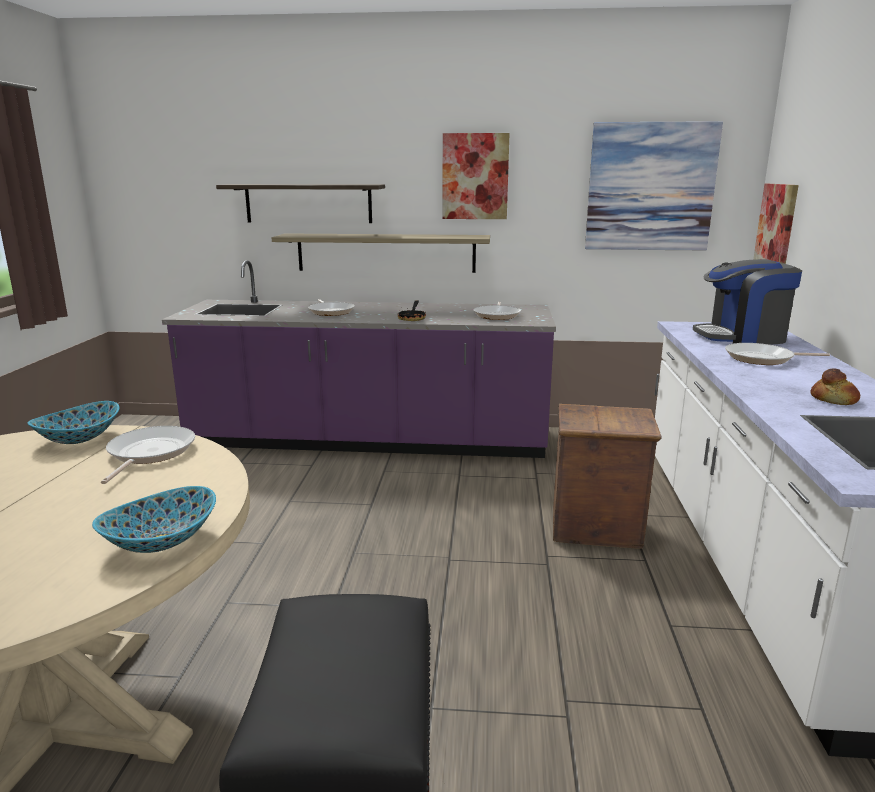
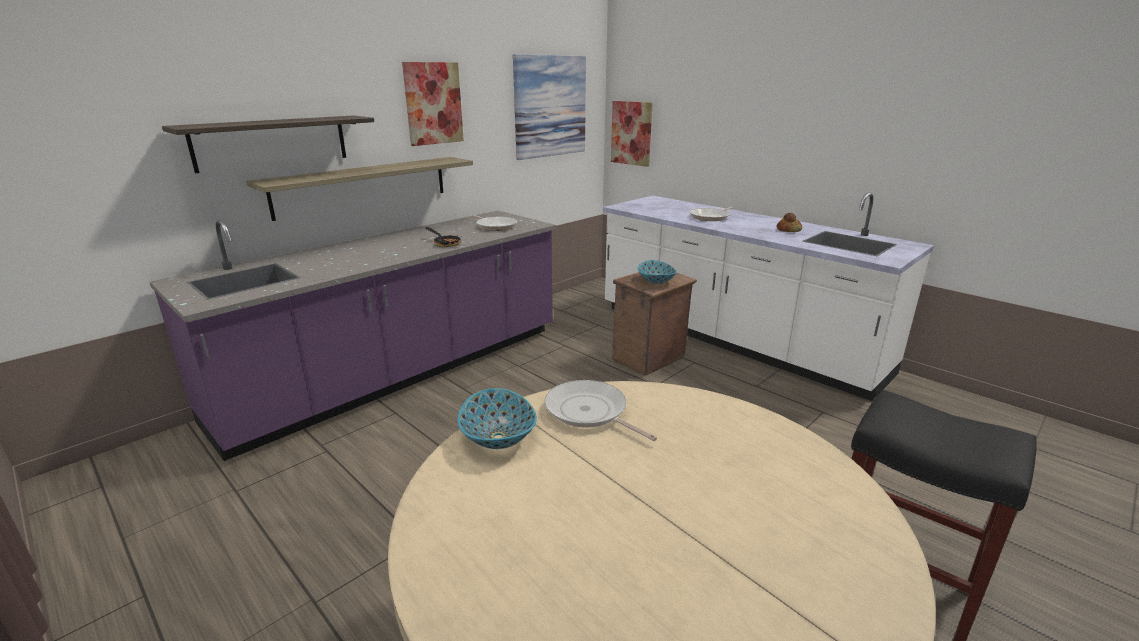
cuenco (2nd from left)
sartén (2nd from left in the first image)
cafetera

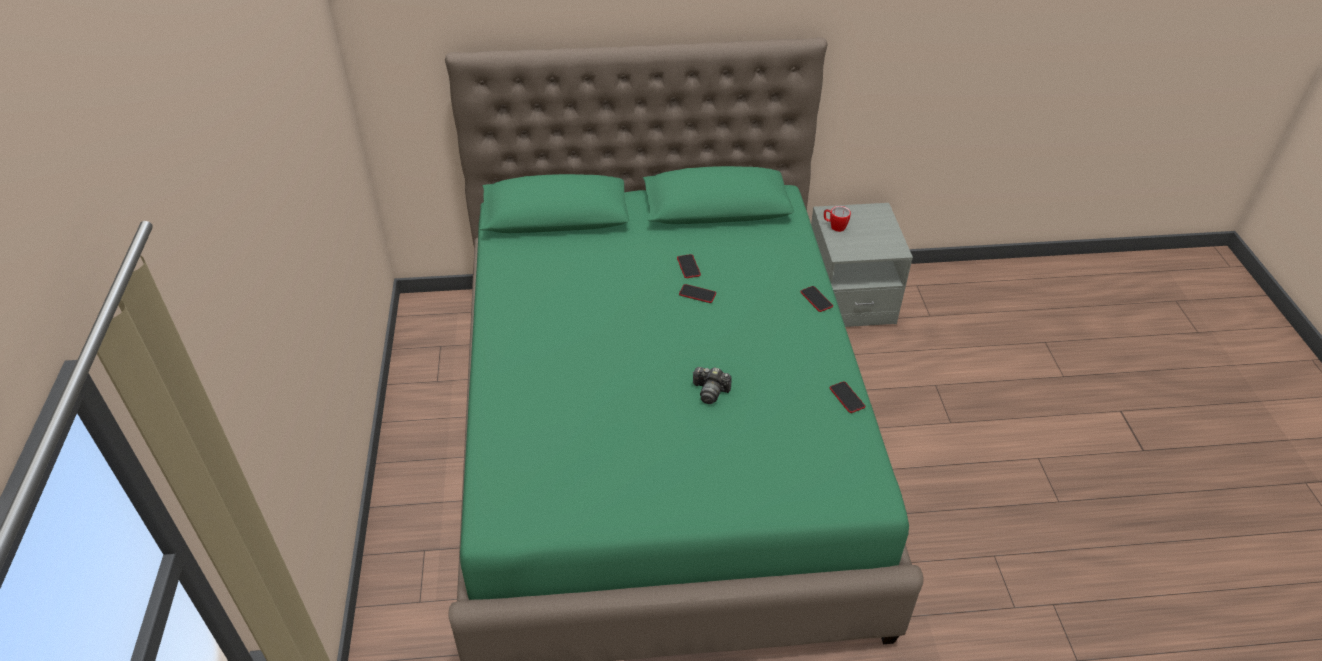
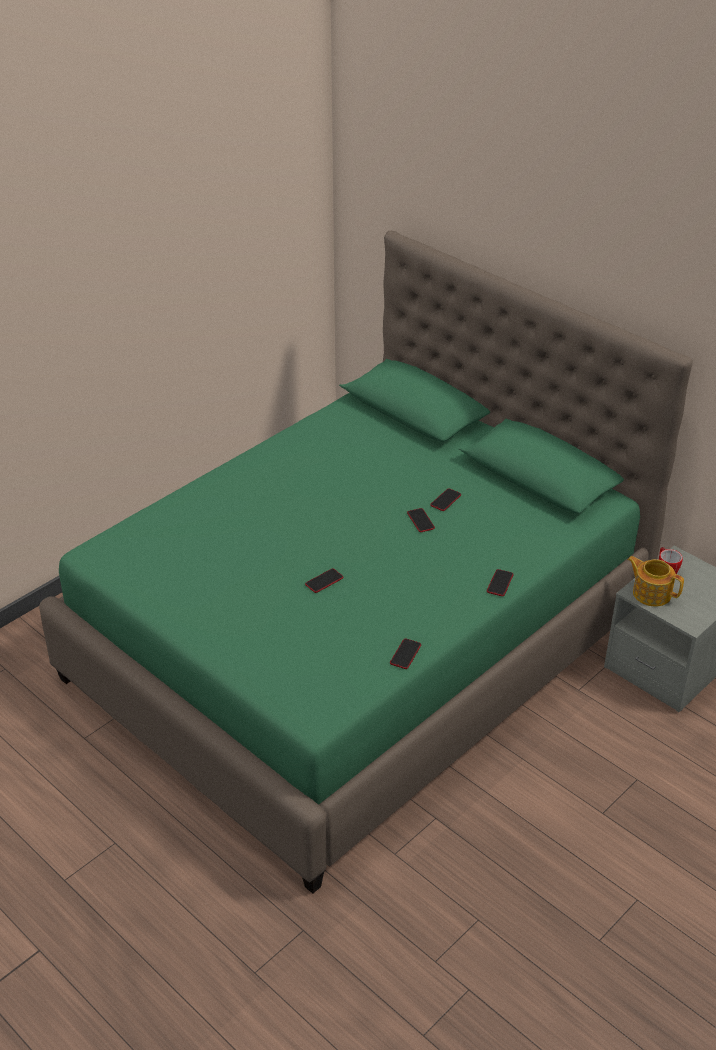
móvil (1st from left)
tetera

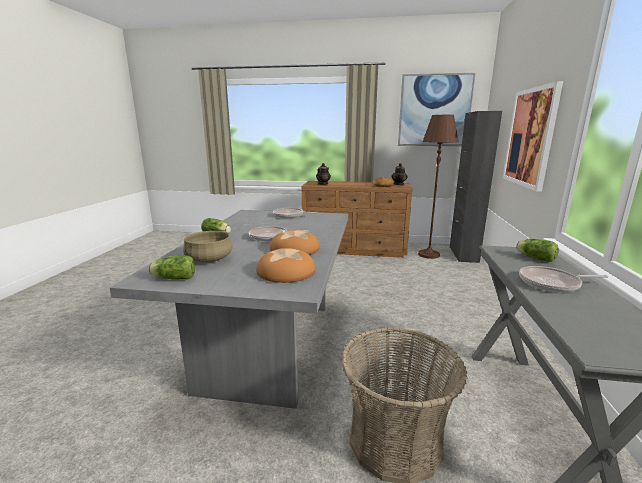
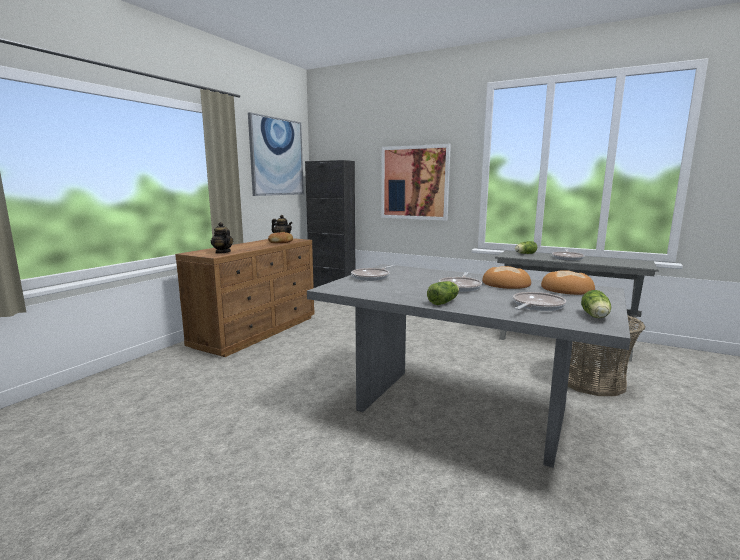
sartén (3rd from left)
lámpara de pie/marrón

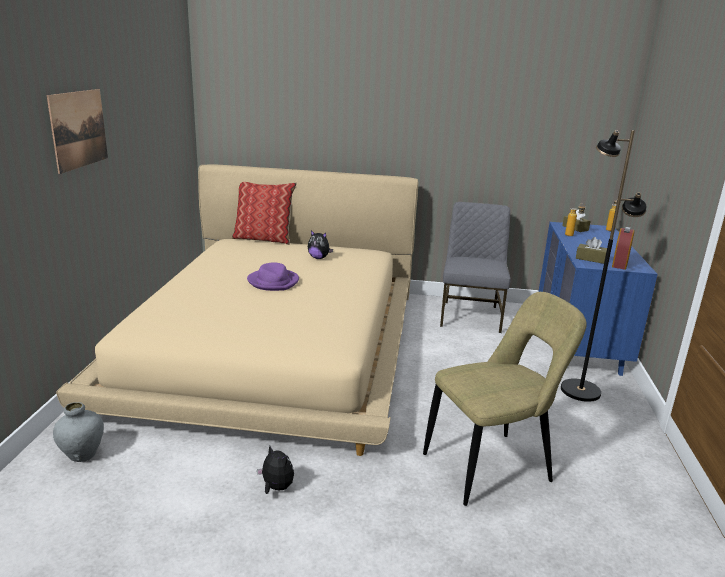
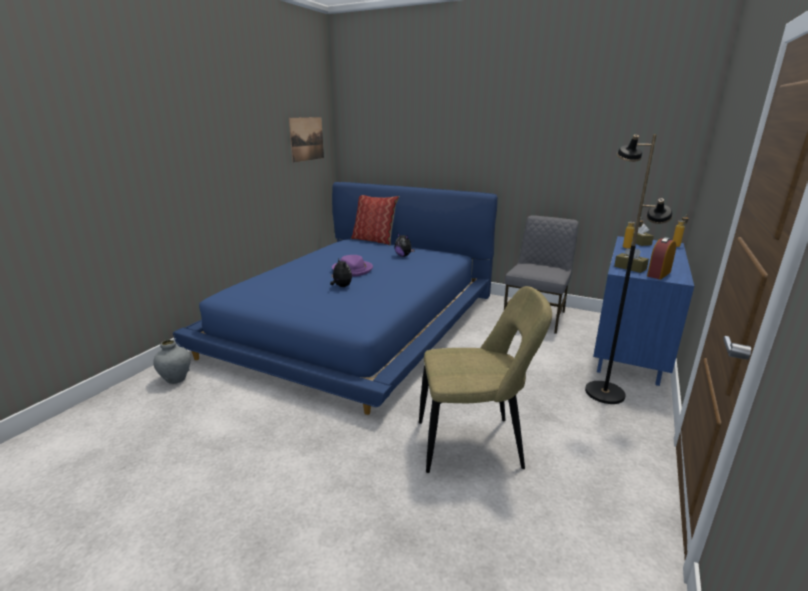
cuadro
cama/azul
peluche (1st from left)

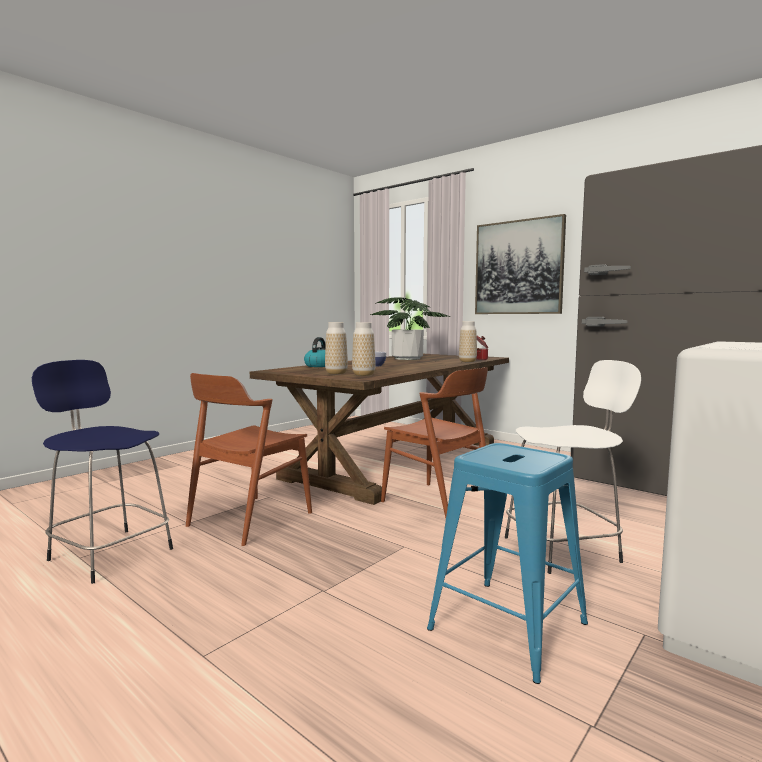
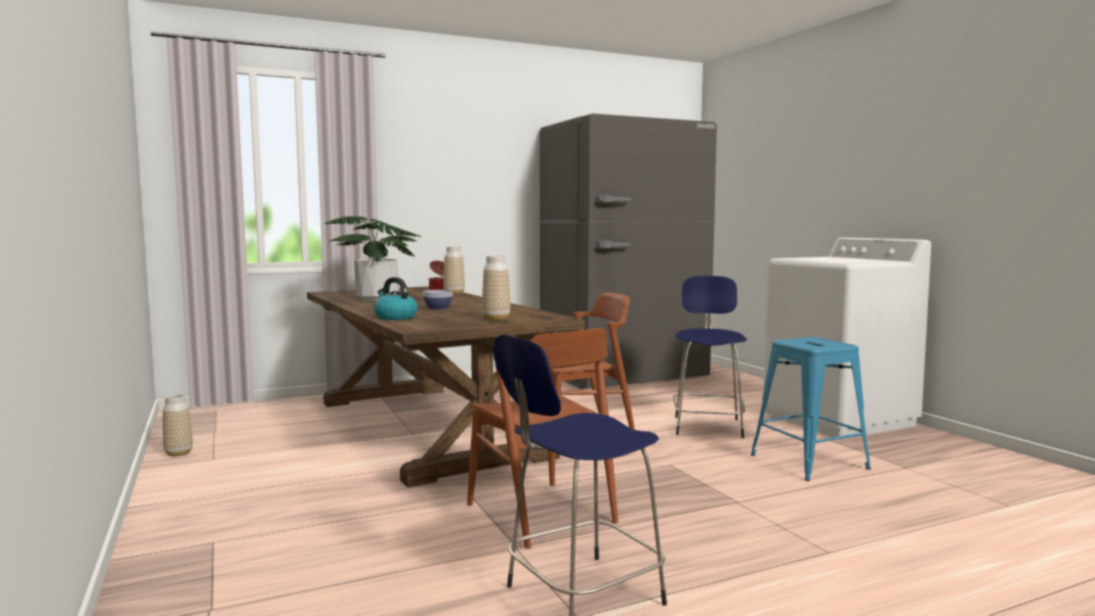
florero (1st from left)
cuadro
taburete/azul (2nd from left)

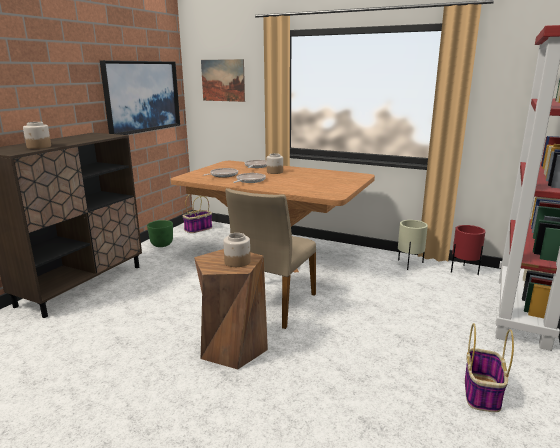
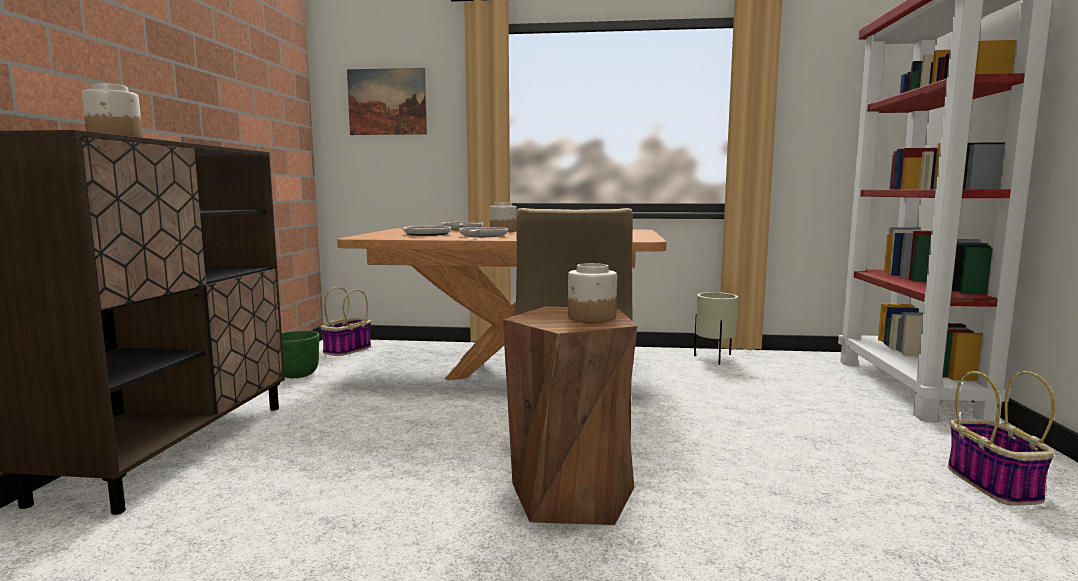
cuadro (1st from left in the first image)
maceta/rojo

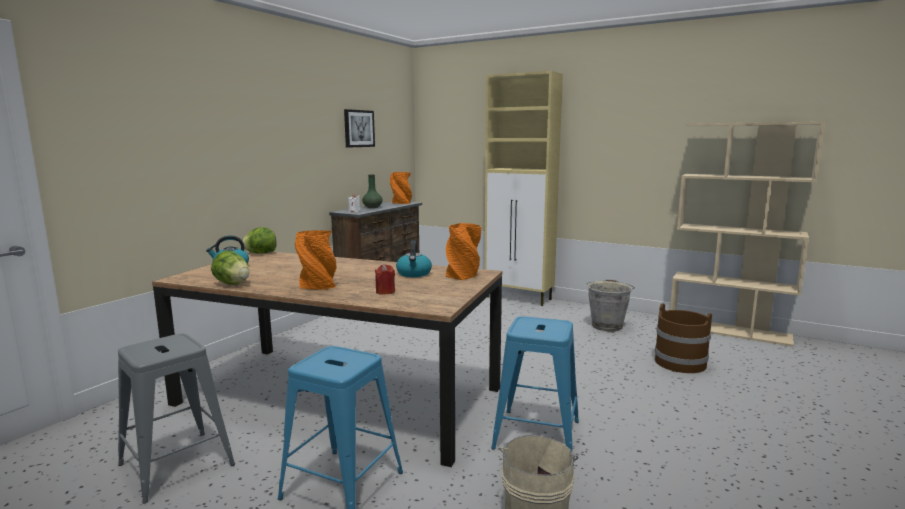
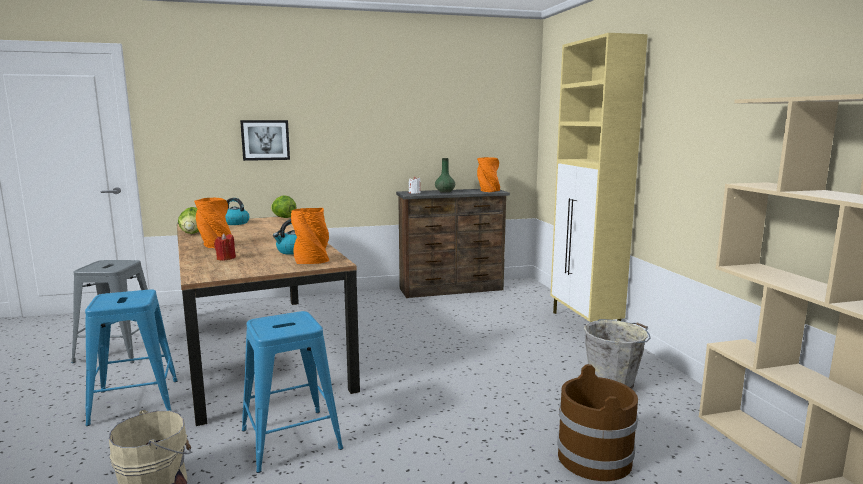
cuadro

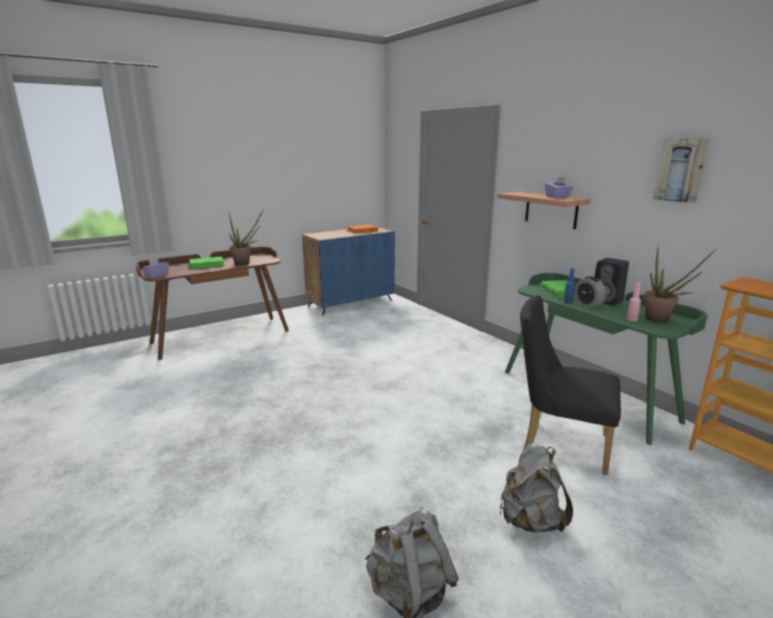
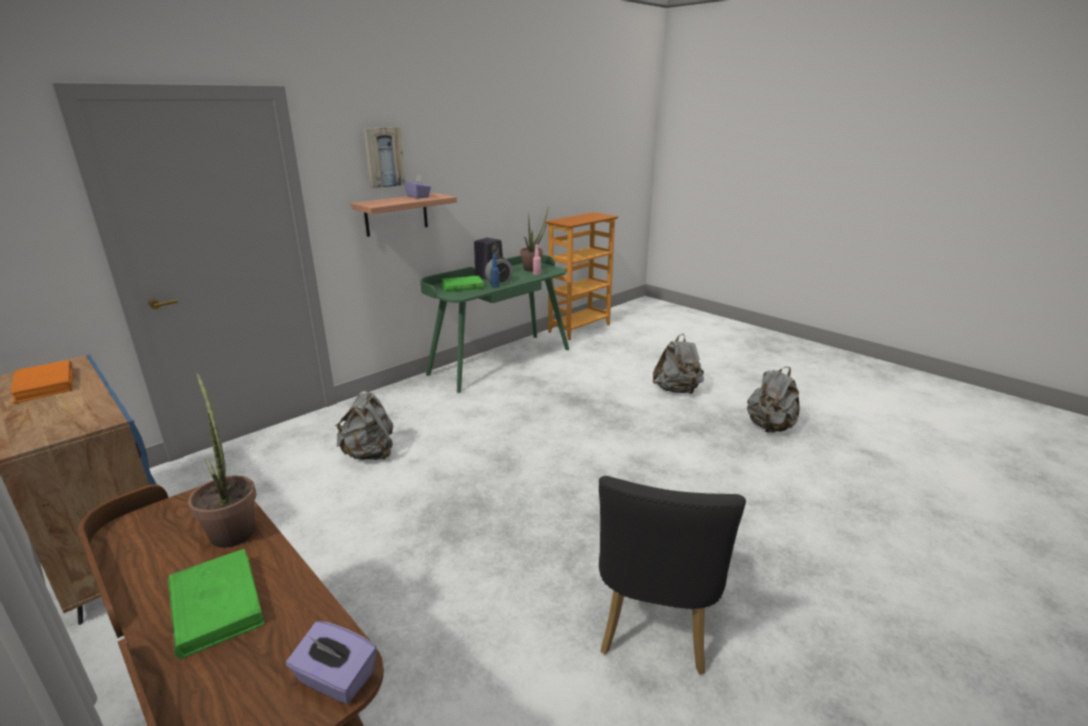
silla/negro
cuadro
mochila/gris (1st from left)

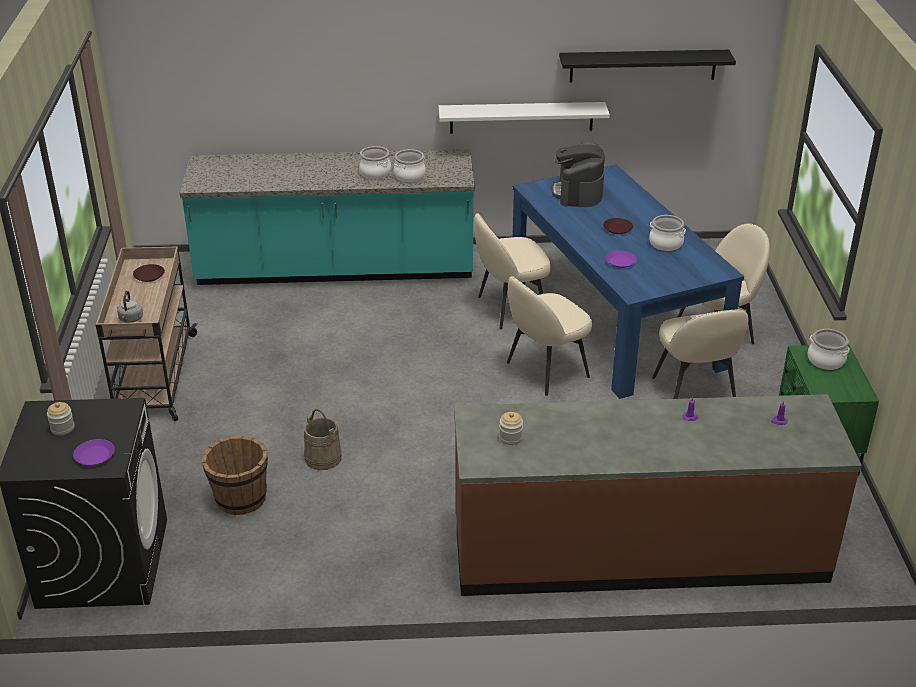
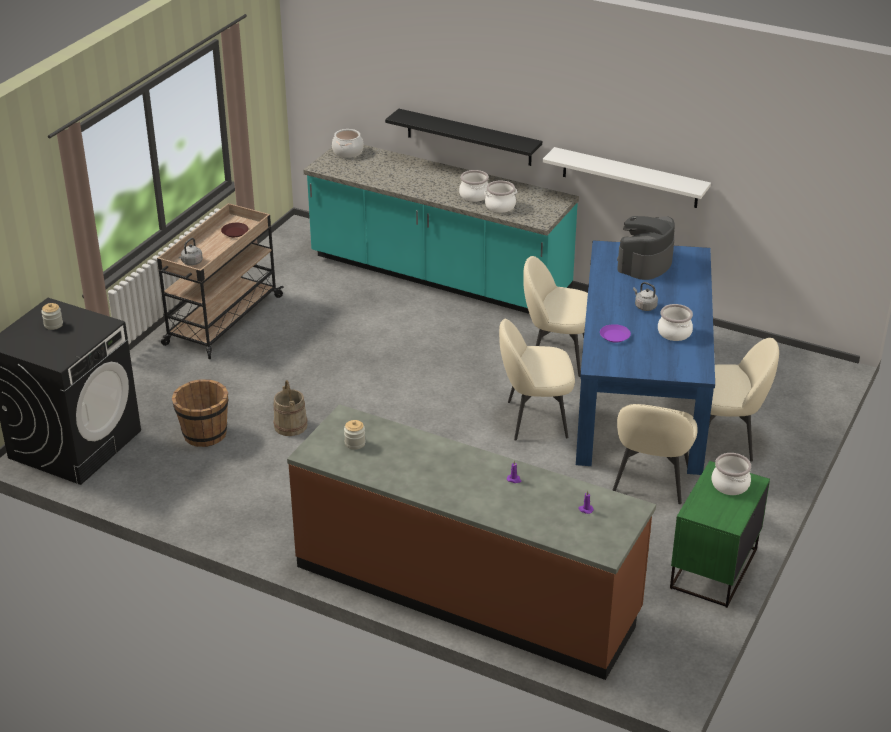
plato/morado (1st from left in the first image)
estante/negro
hervidor/gris (2nd from left)
olla (1st from left)

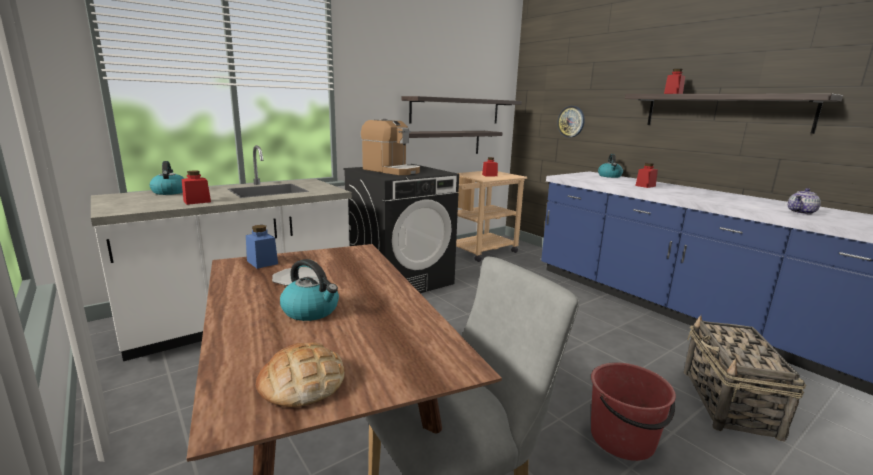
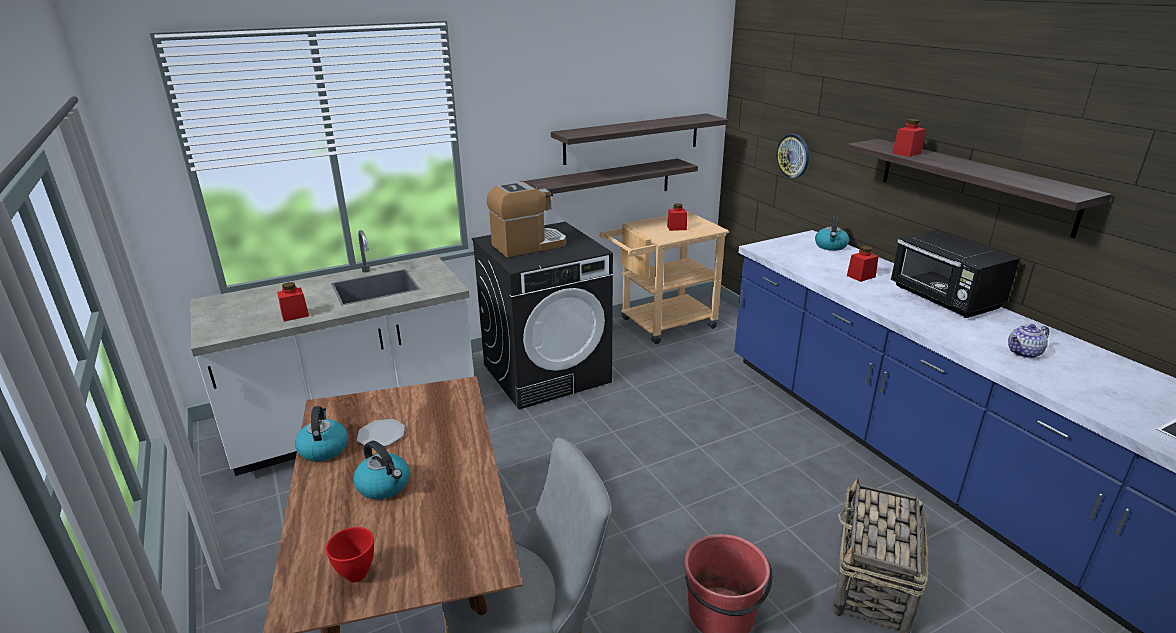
hervidor (1st from left)
tarro/azul
cuenco/rojo
cafetera
microondas/negro

